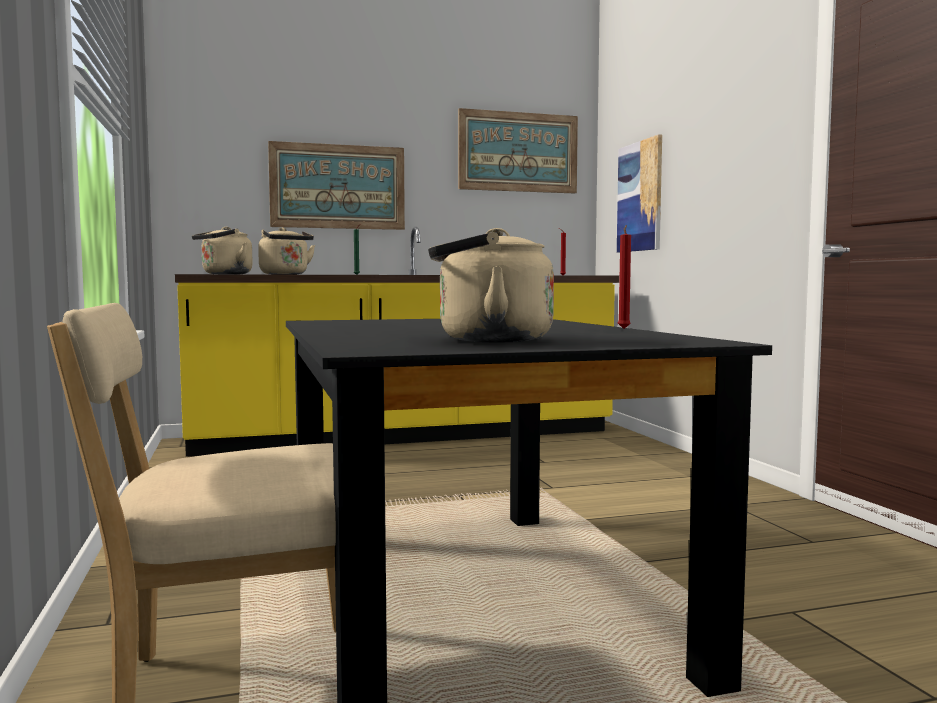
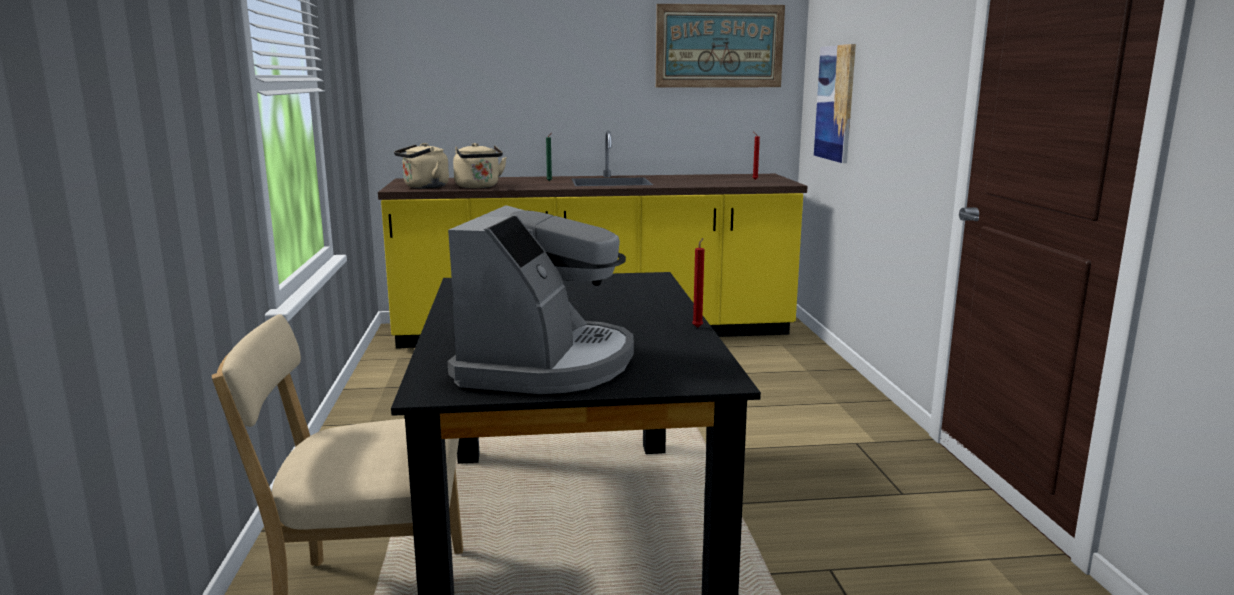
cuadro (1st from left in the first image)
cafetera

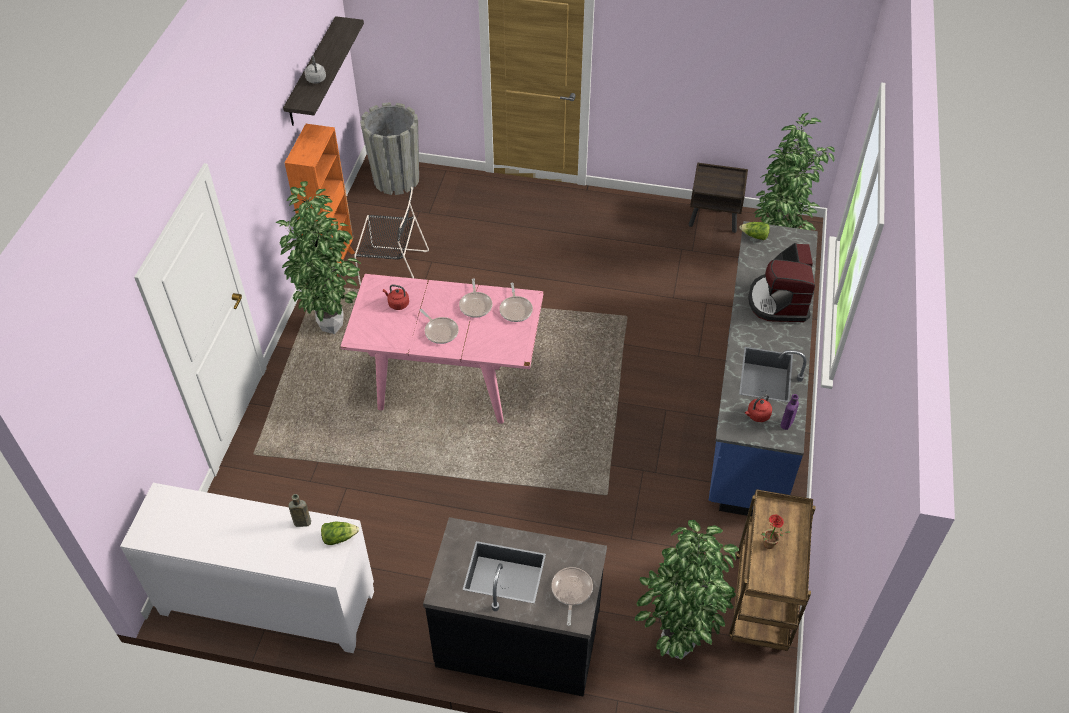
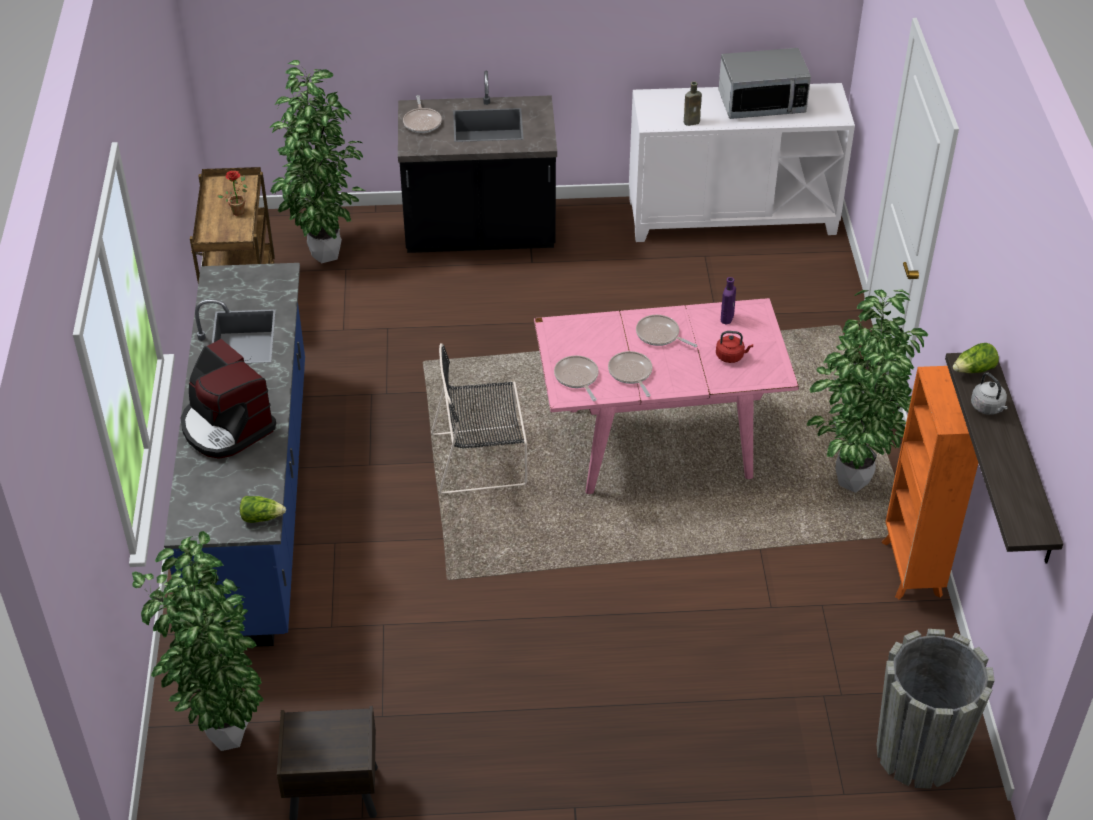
lechuga (2nd from left)
silla/negro
hervidor/rojo (2nd from left in the first image)
cafetera
botella/morado
microondas

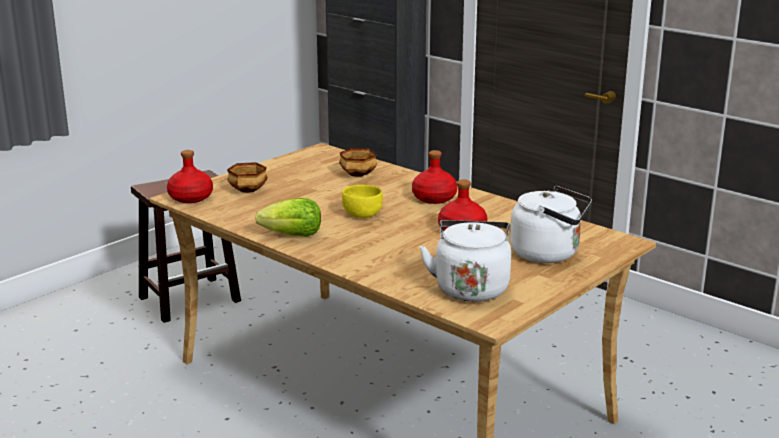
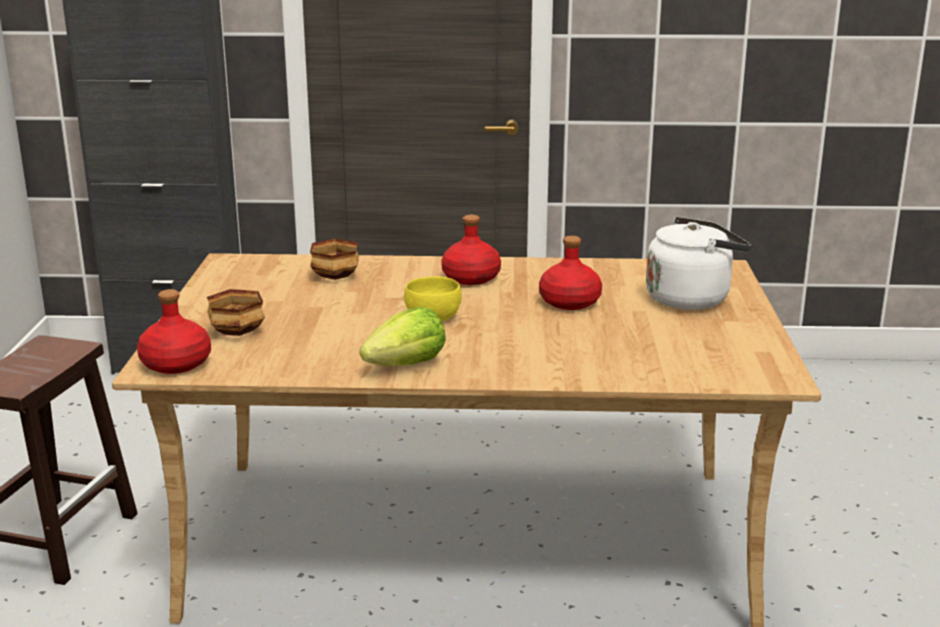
hervidor/blanco (1st from left in the first image)

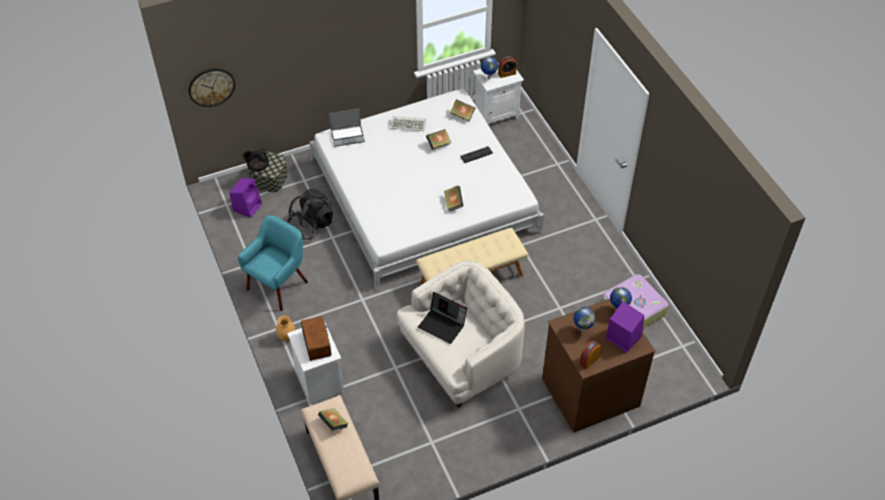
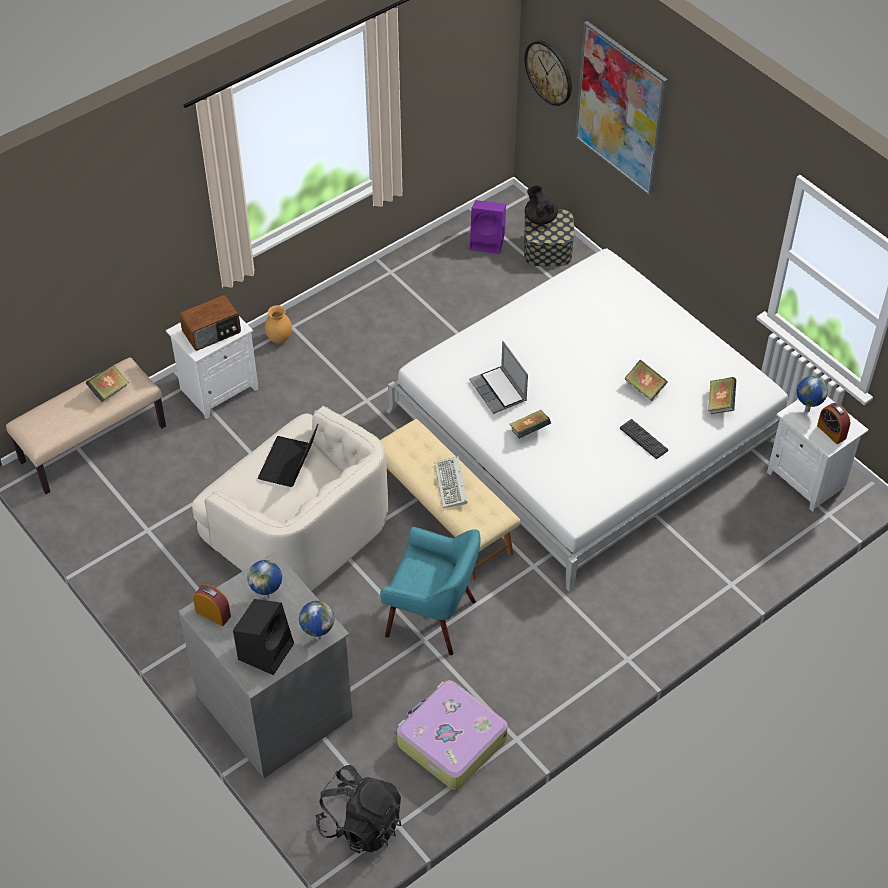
sillón/turquesa
mochila/negro
portátil (2nd from left)
teclado (1st from left)
cómoda/gris
altavoz/negro
cuadro

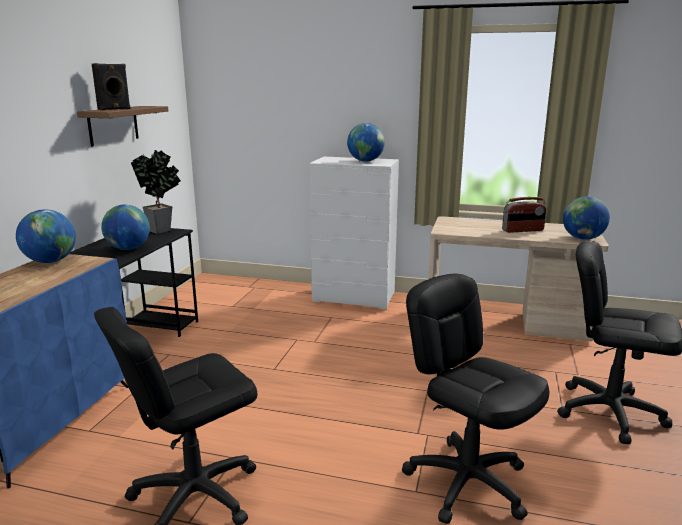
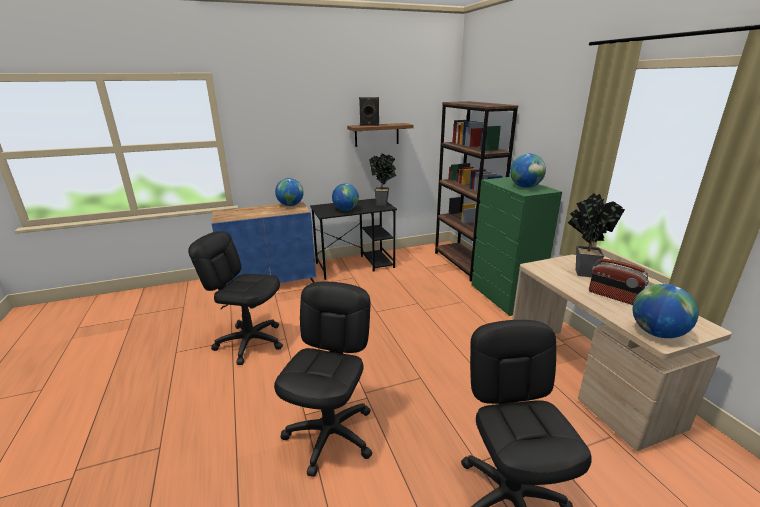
cómoda/verde
estantería/marrón
planta en maceta (2nd from left)

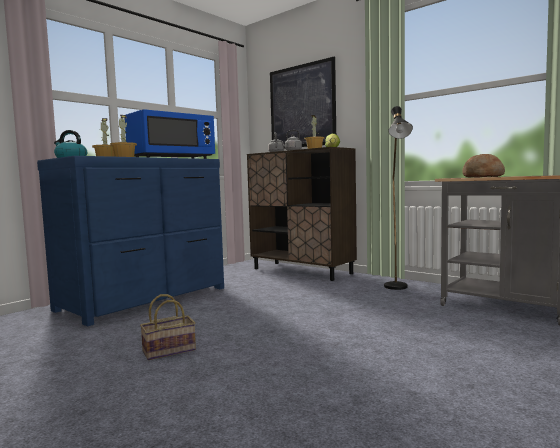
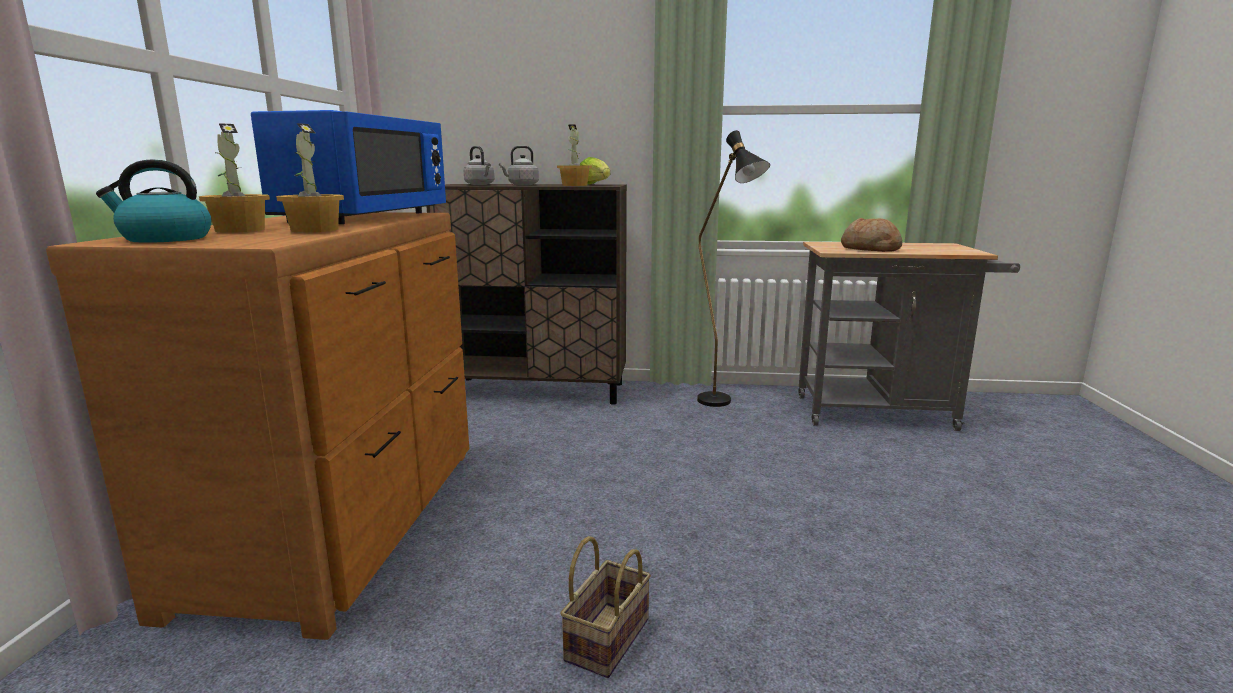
cómoda/marrón
cuadro

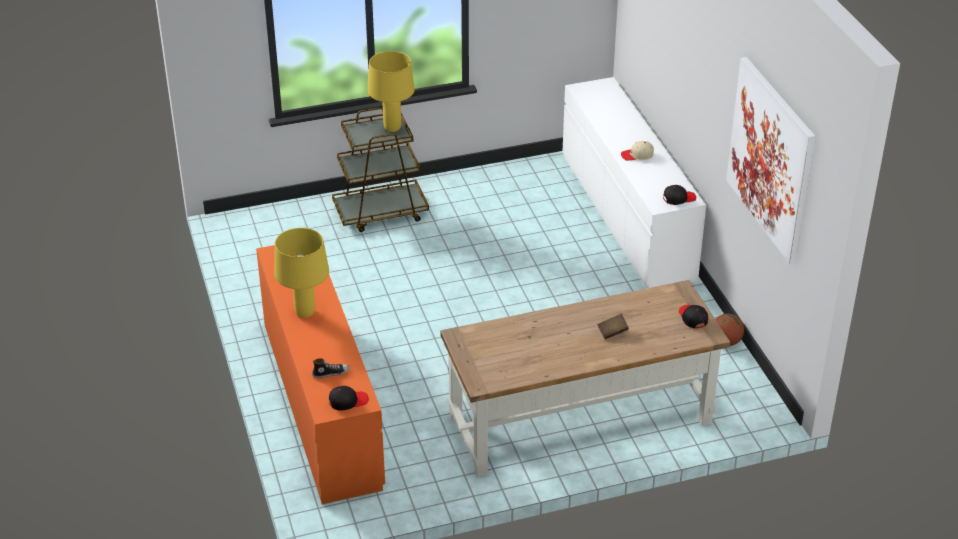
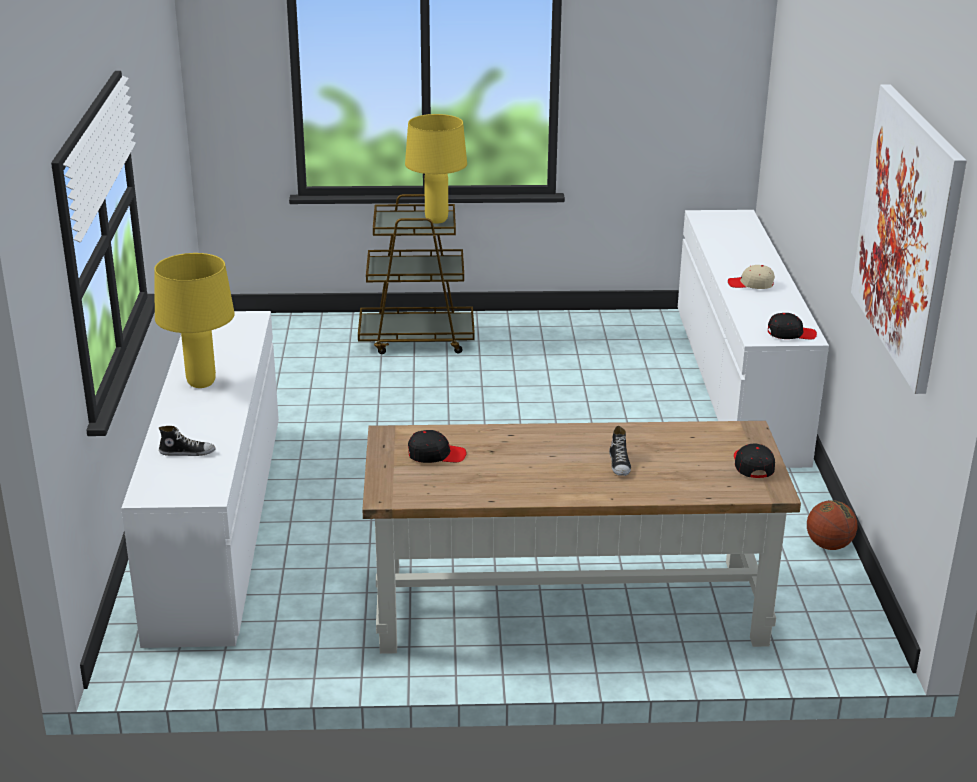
cómoda/blanco (1st from left)
gorra/negro (1st from left)
zapato (2nd from left)

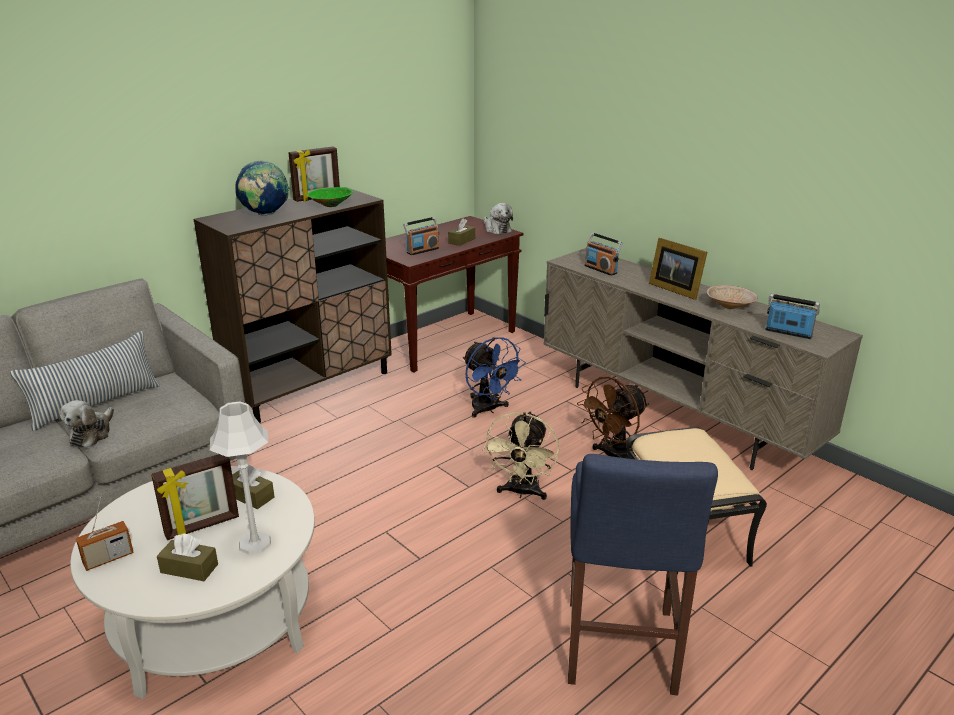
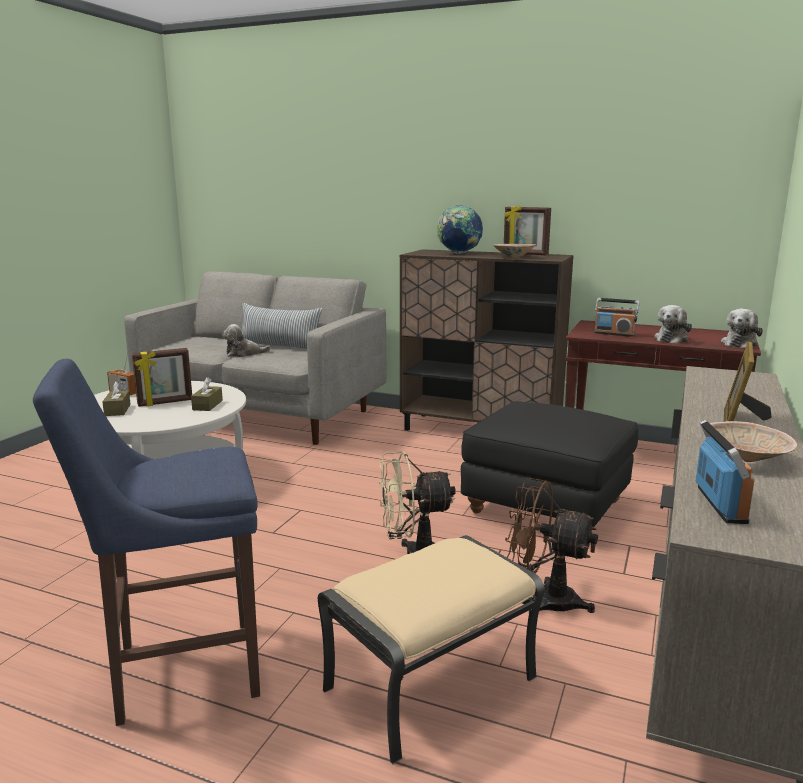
portarretratos (1st from left)
lámpara de mesa/gris
cuenco/beis (1st from left)
peluche (2nd from left)
puf/negro
radio (3rd from left in the first image)

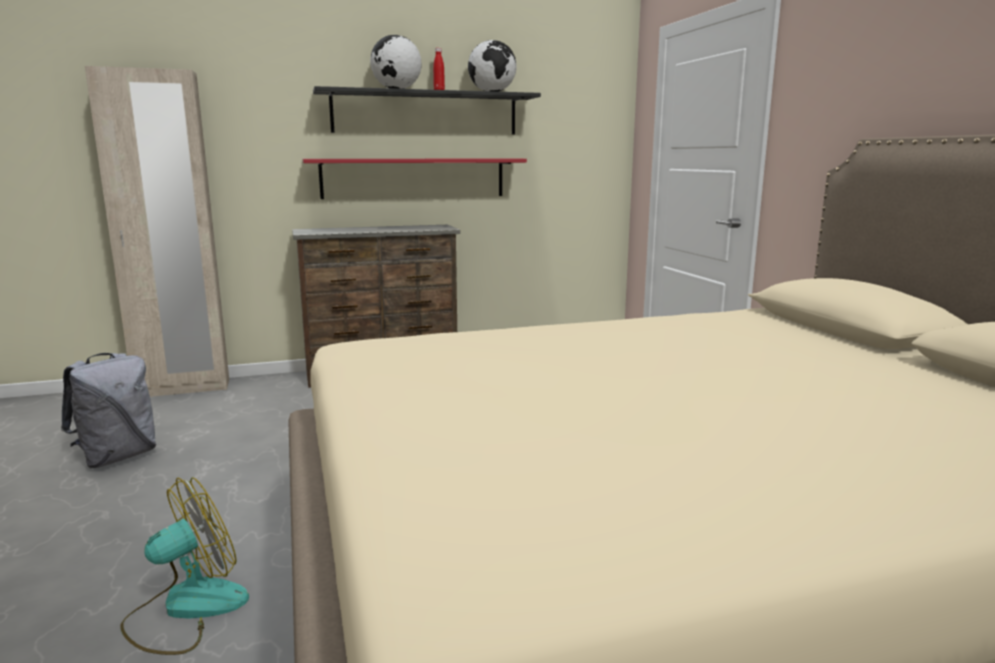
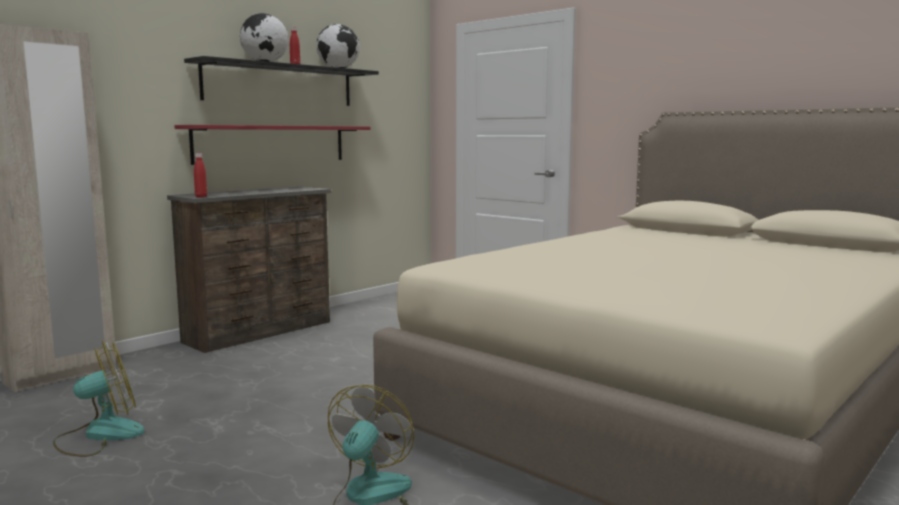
ventilador (1st from left)
botella/rojo (1st from left)

